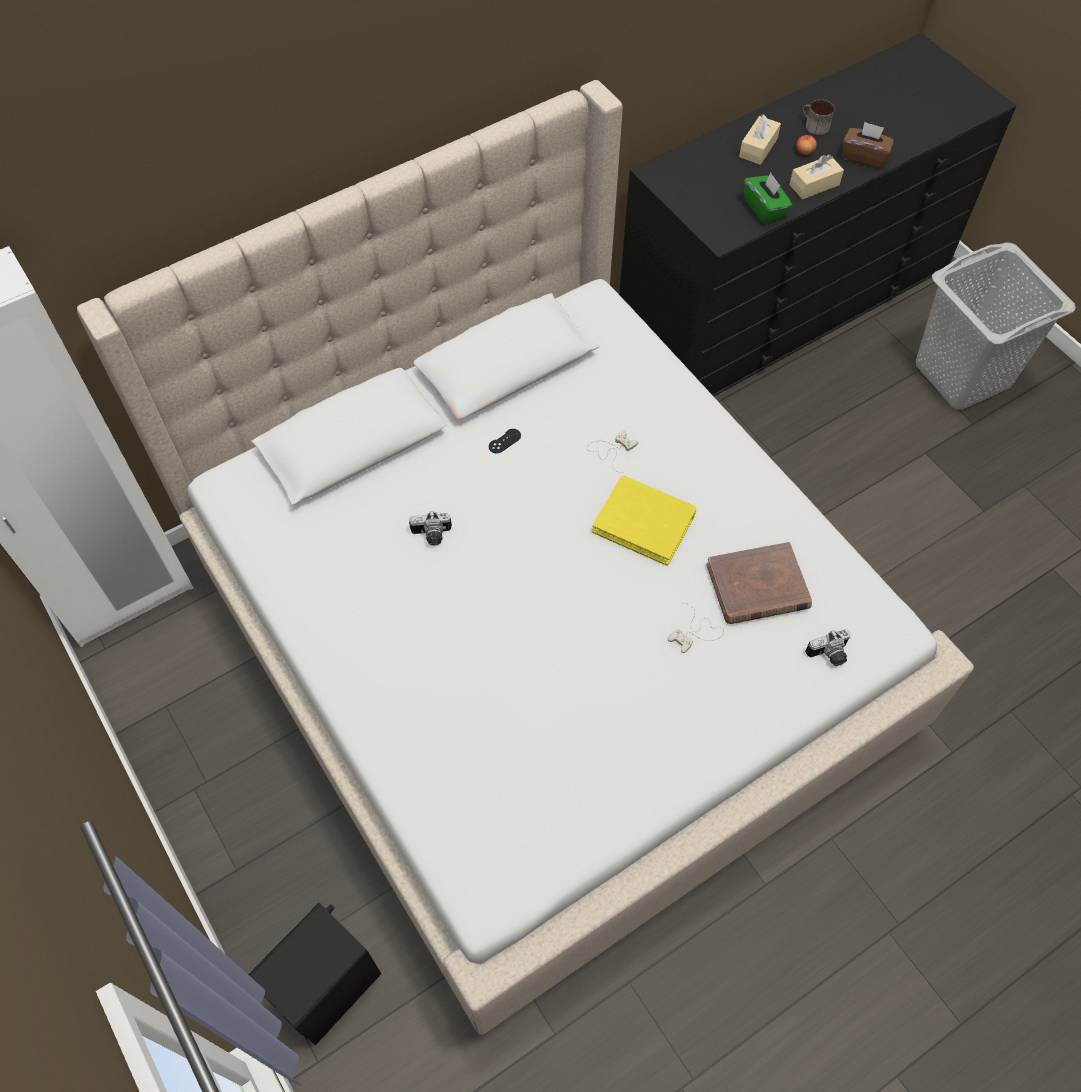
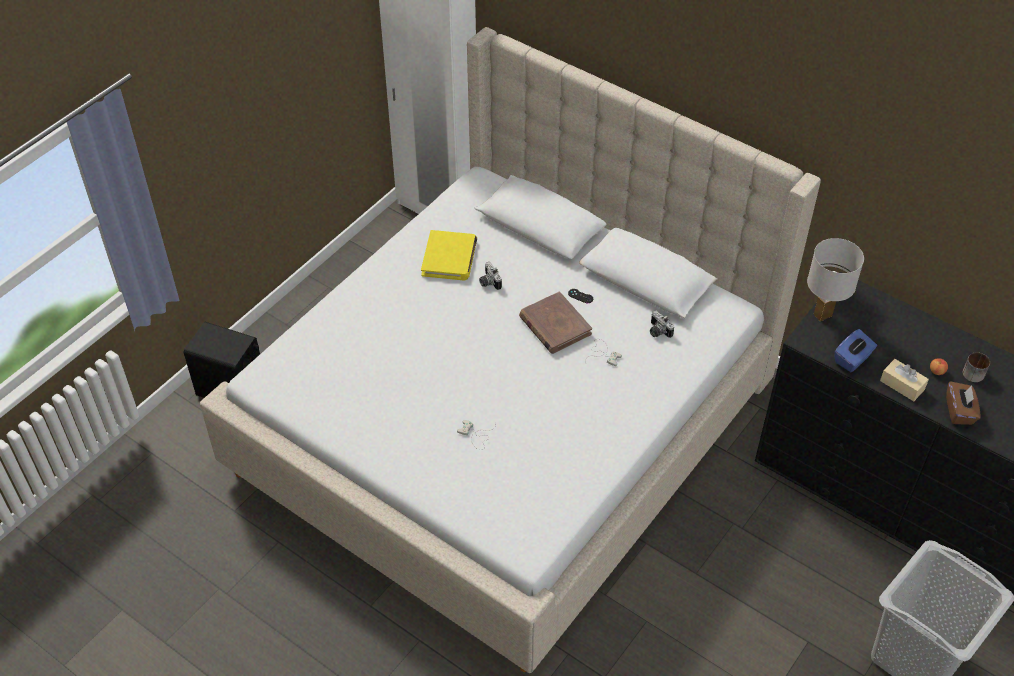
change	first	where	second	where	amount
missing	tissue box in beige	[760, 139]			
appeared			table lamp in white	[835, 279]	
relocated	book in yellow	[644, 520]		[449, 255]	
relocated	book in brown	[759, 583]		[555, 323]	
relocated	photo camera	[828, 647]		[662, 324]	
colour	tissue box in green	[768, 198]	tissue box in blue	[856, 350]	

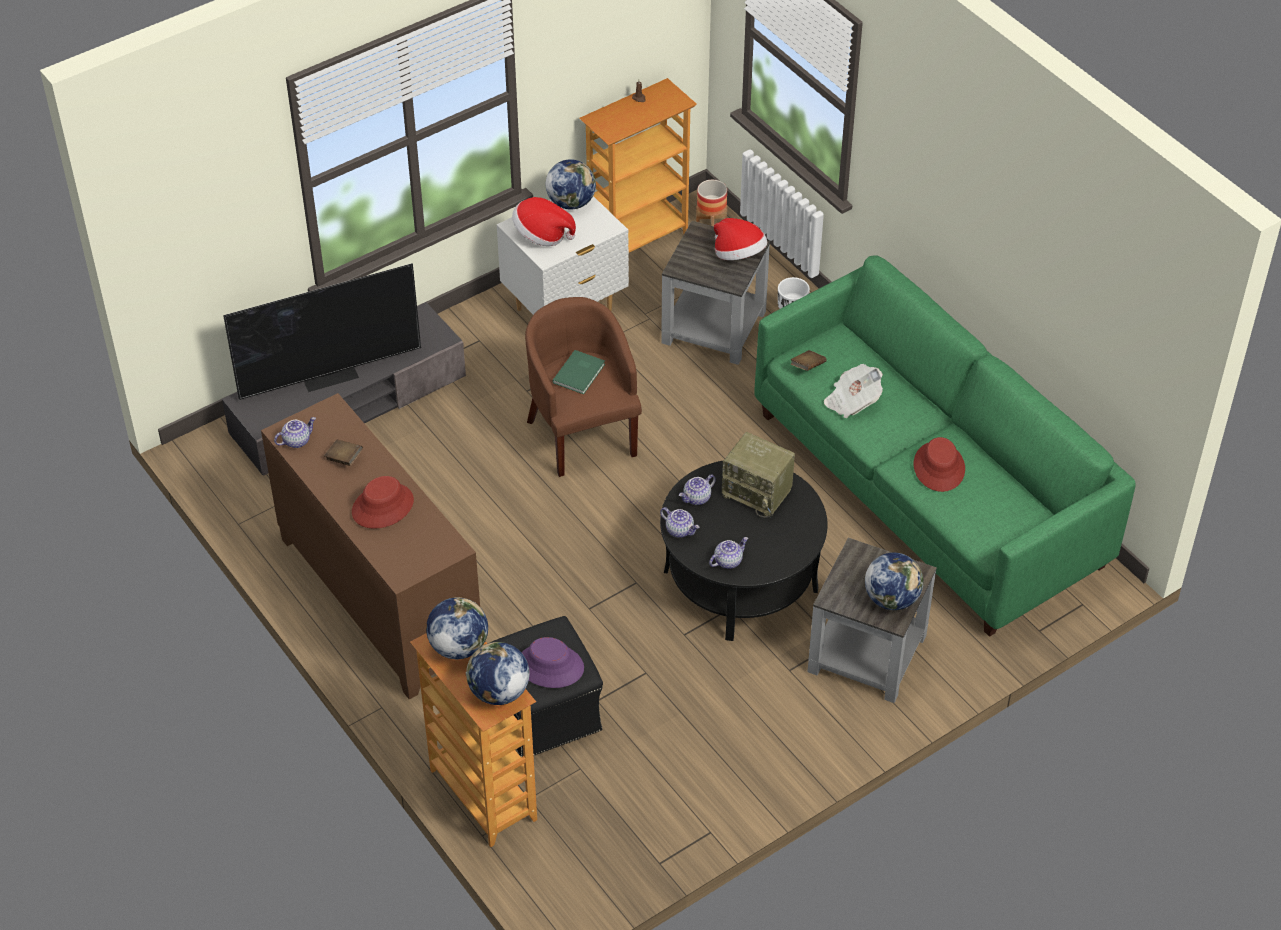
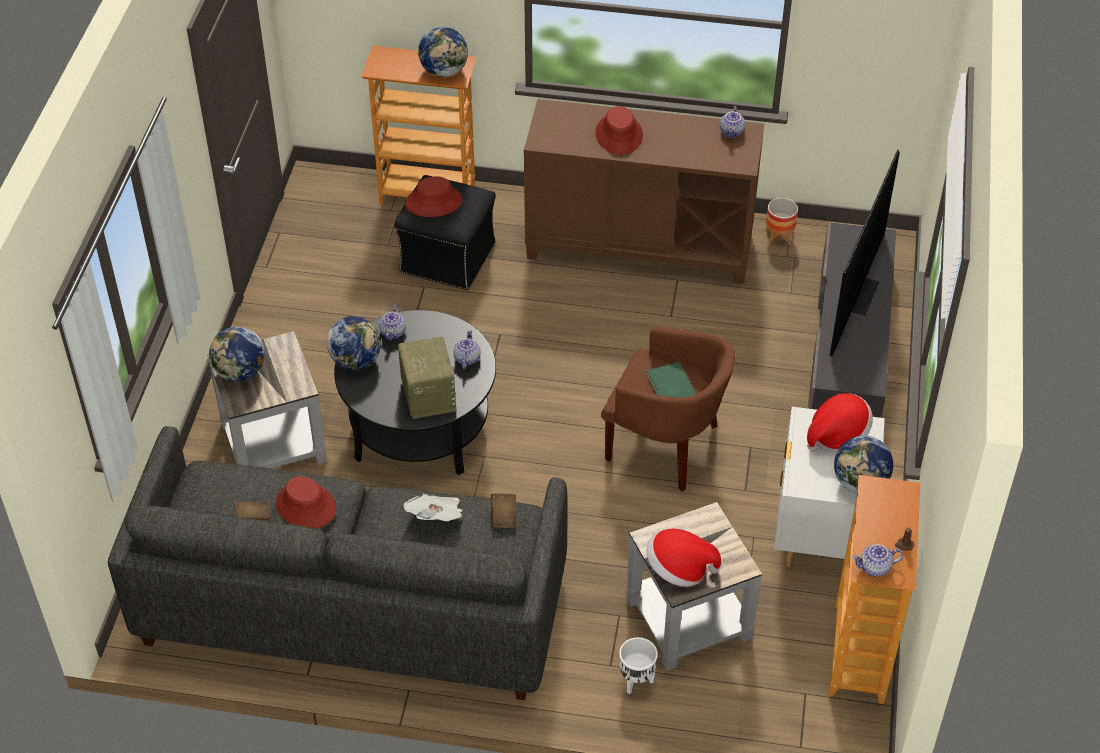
change	first	where	second	where	amount
relocated	book in brown	[343, 452]		[252, 511]	
relocated	globe	[497, 673]		[354, 343]	
relocated	teapot	[680, 522]		[877, 560]	
relocated	planter	[711, 203]		[782, 222]	
colour	hat in purple	[553, 662]	hat in red	[433, 196]	
colour	sofa in green	[945, 446]	sofa in grey	[338, 563]	
spun	radio	[758, 474]		[427, 378]	90 degrees clockwise

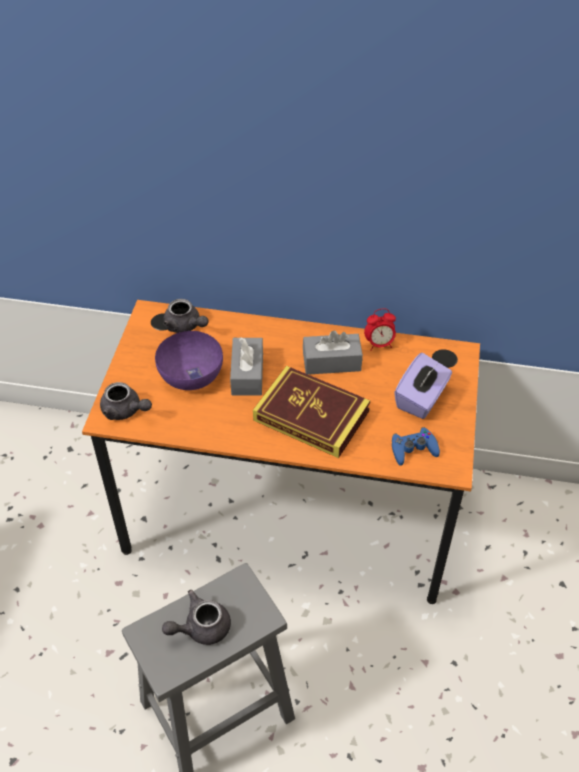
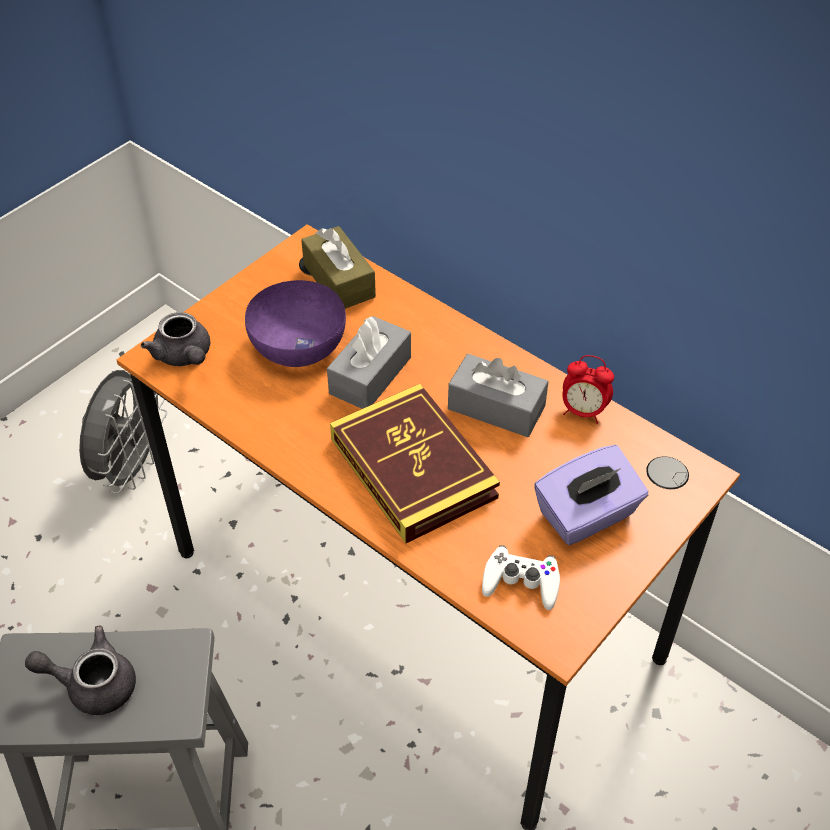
change	first	where	second	where	amount
appeared			fan in grey	[123, 432]	
exchanged	teapot in grey	[186, 316]	tissue box in brown	[338, 267]	
colour	game controller in blue	[416, 446]	game controller in white	[521, 577]	

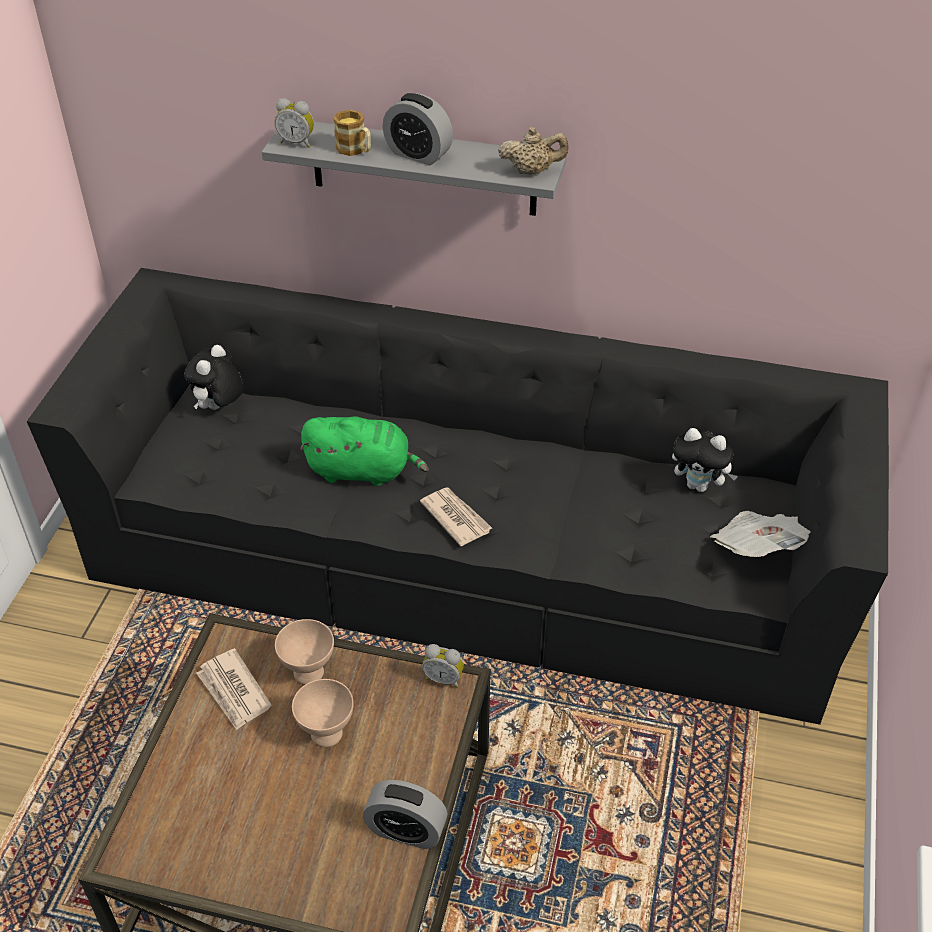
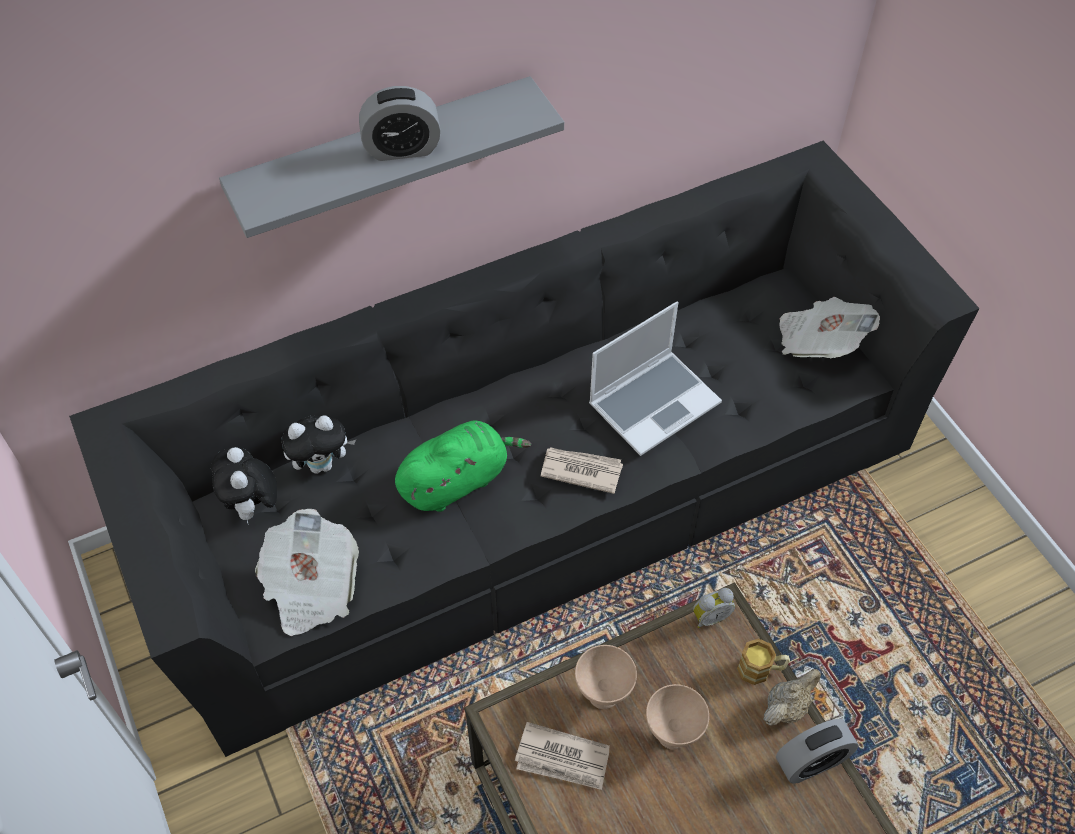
change	first	where	second	where	amount
missing	alarm clock	[294, 123]			
appeared			newspaper	[307, 572]	
appeared			laptop	[655, 378]	
relocated	mug	[352, 133]		[763, 661]	
relocated	teapot in beige	[533, 151]		[792, 697]	
relocated	plush toy	[705, 460]		[318, 444]	

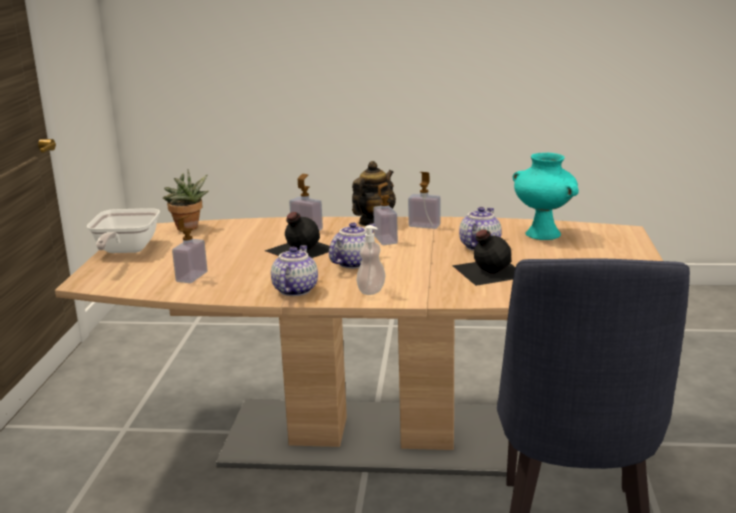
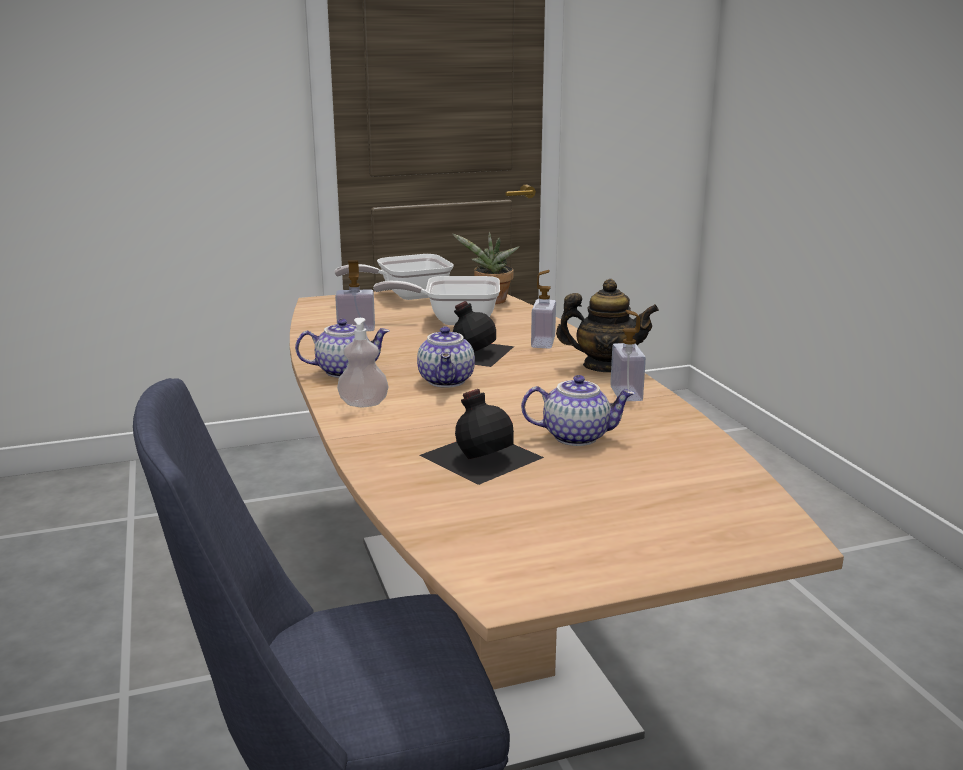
change	first	where	second	where	amount
missing	soap dispenser	[385, 213]			
missing	vase in turquoise	[546, 196]			
appeared			frying pan	[436, 300]	
spun	teapot	[352, 246]		[446, 357]	75 degrees clockwise

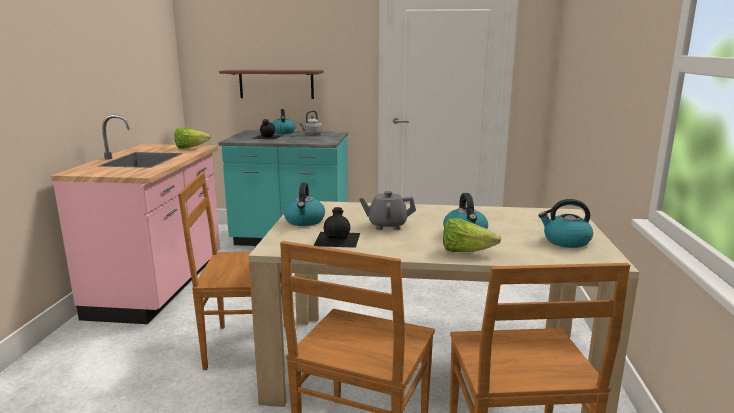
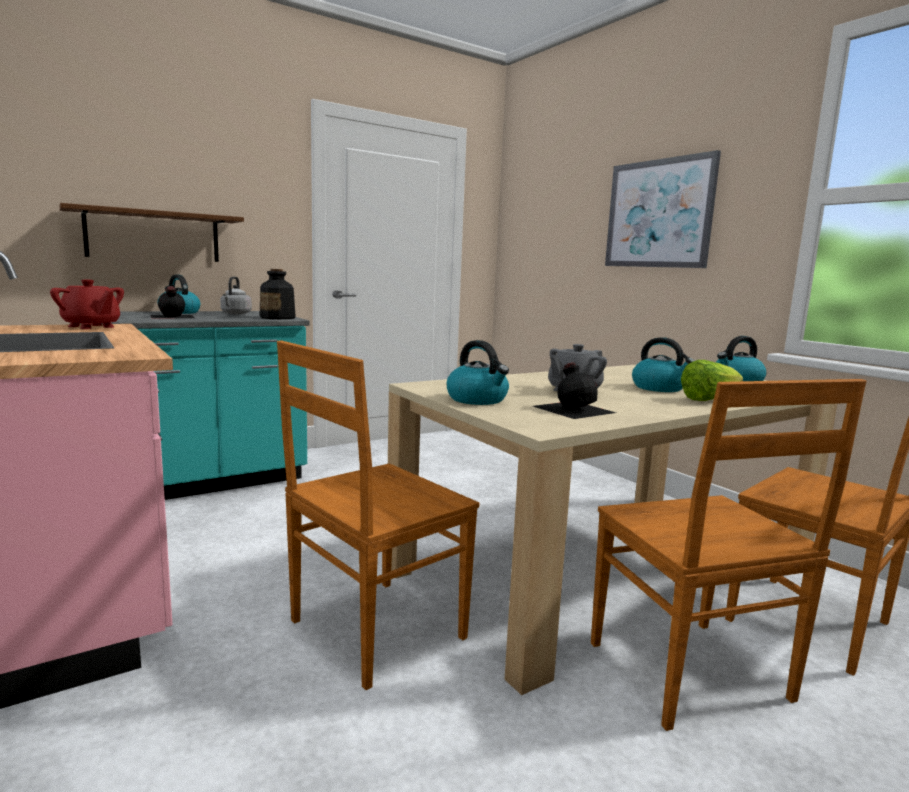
change	first	where	second	where	amount
appeared			bottle	[278, 294]	
appeared			picture	[663, 209]	
exchanged	lettuce	[192, 138]	teapot in red	[87, 304]	

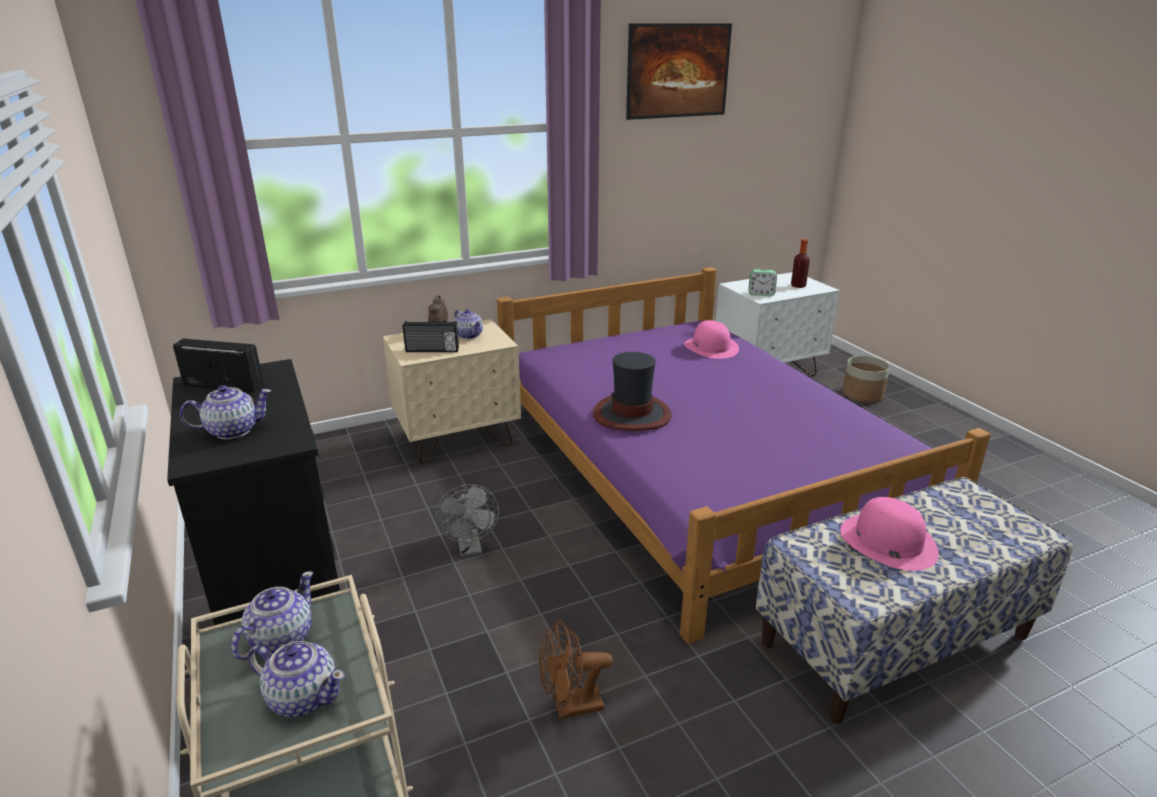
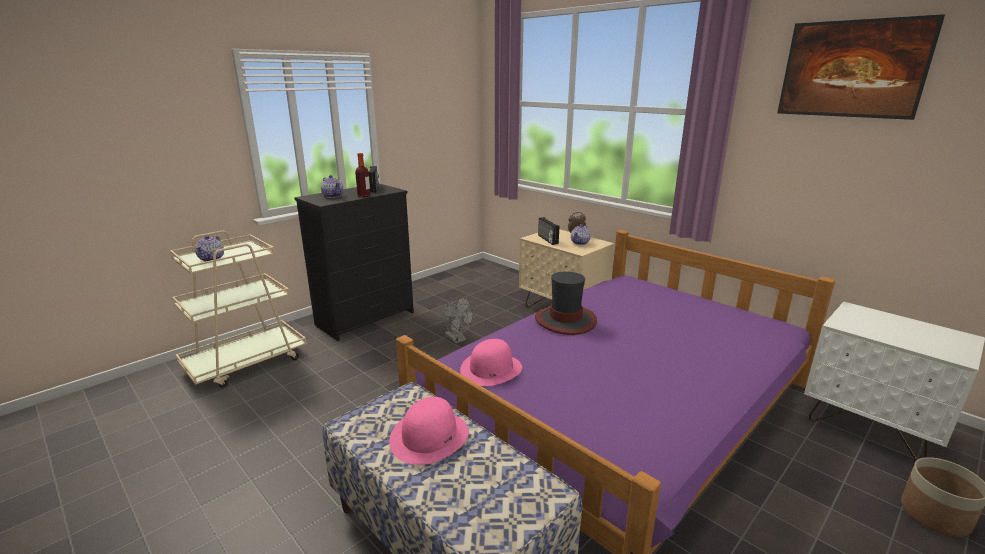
change	first	where	second	where	amount
missing	teapot	[272, 615]			
missing	fan in brown	[576, 669]			
missing	alarm clock	[763, 282]			
relocated	hat in pink	[711, 339]		[491, 362]	
relocated	bottle	[800, 263]		[363, 175]	
spun	fan in grey	[467, 520]		[458, 320]	90 degrees counterclockwise

